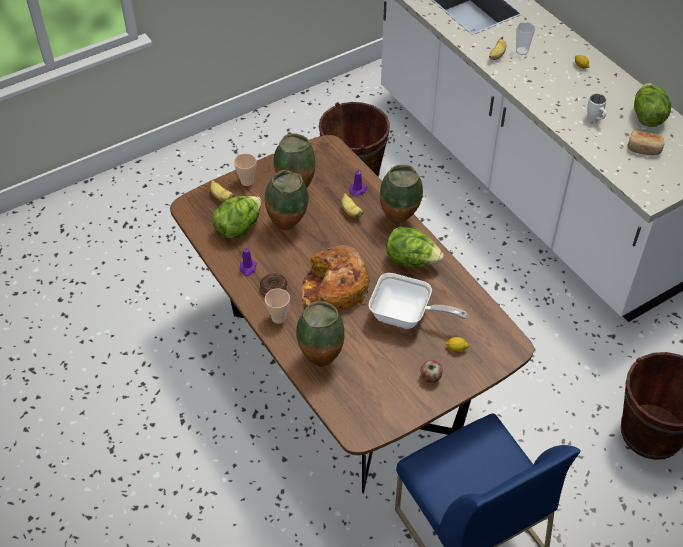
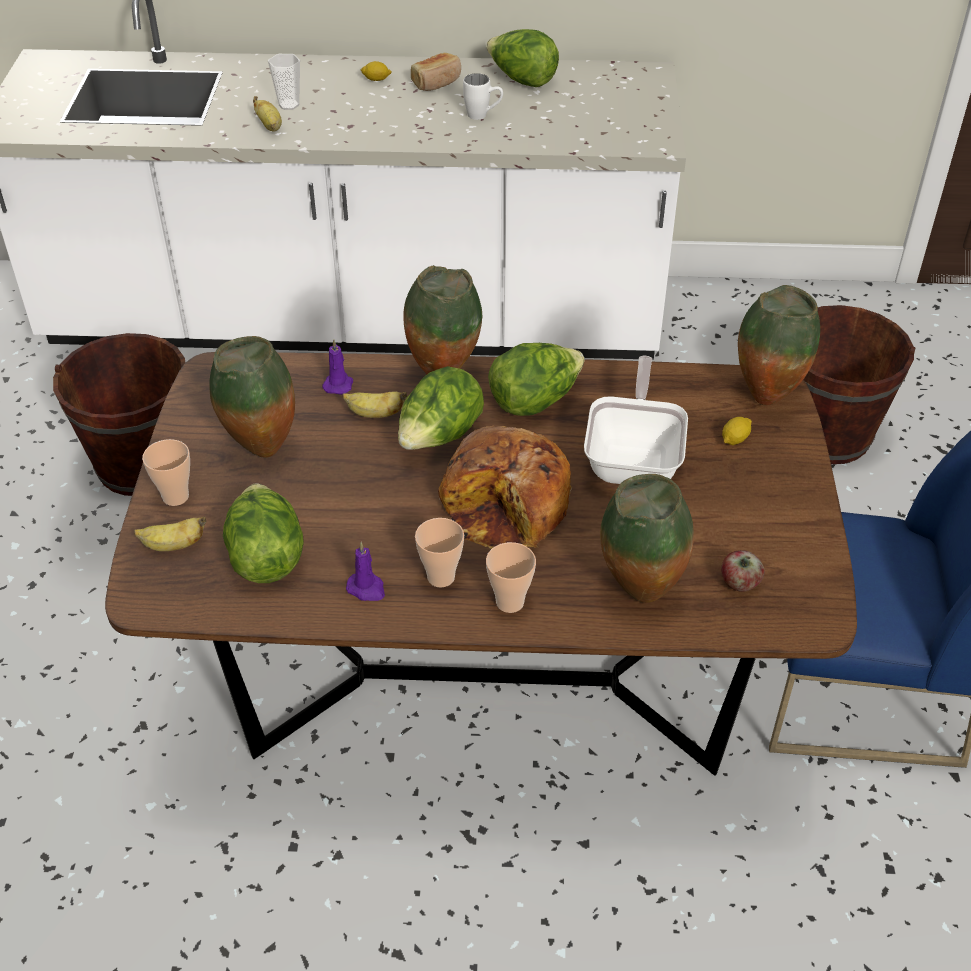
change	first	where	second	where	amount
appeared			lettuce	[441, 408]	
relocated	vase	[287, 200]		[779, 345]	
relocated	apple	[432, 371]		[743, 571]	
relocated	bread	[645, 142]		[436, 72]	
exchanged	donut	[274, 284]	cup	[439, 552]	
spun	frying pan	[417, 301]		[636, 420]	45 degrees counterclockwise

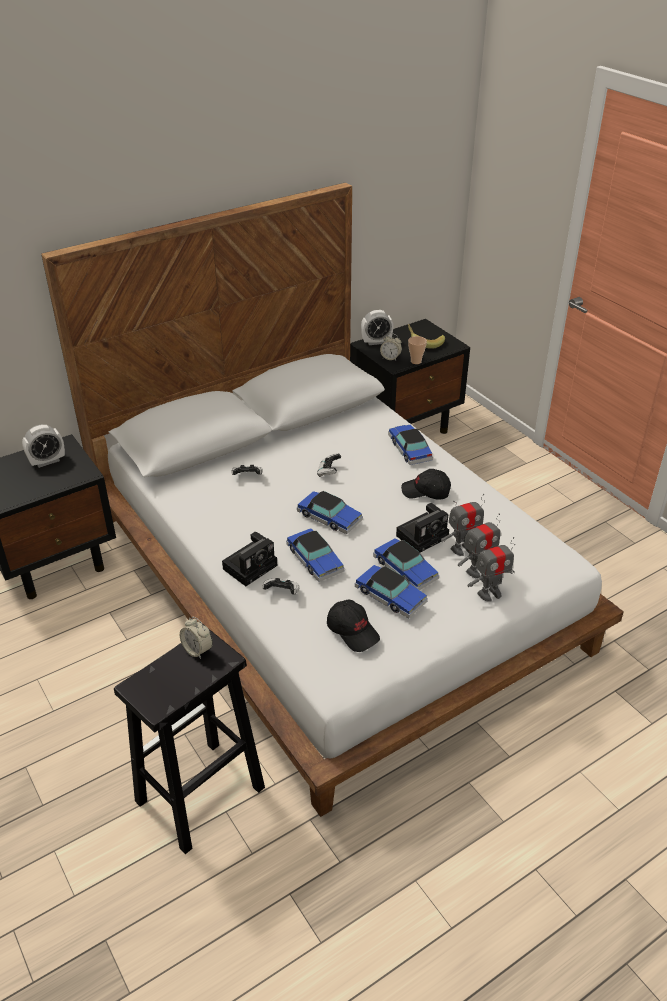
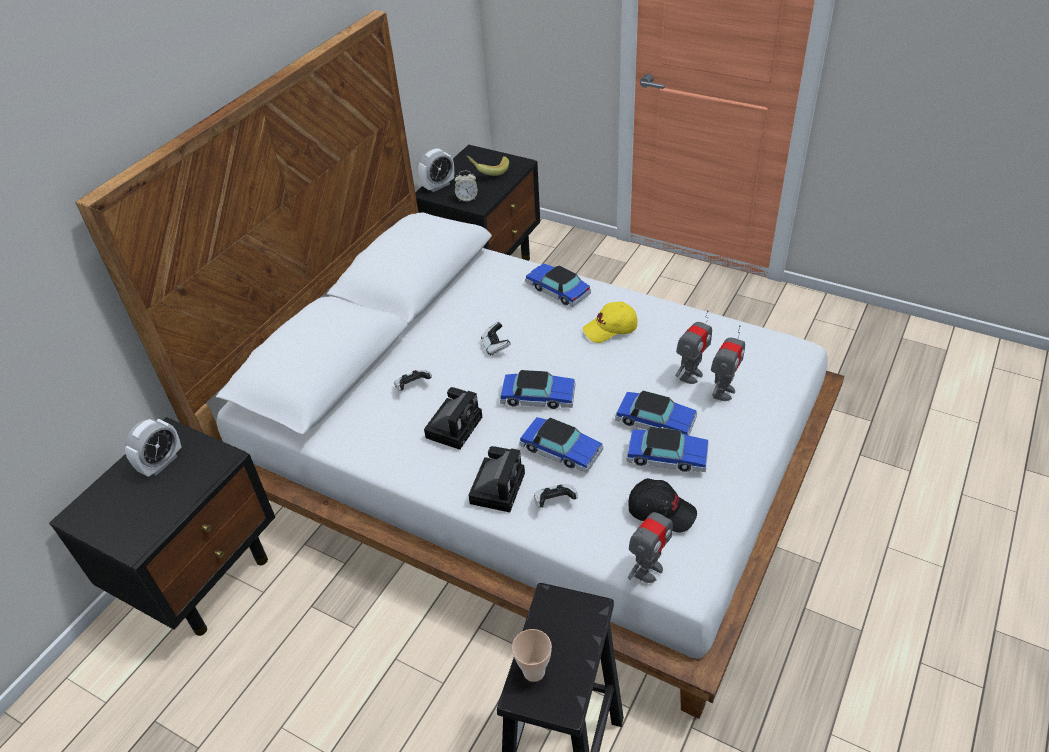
change	first	where	second	where	amount
missing	alarm clock	[196, 638]			
relocated	photo camera	[422, 528]		[453, 418]	
relocated	cup	[417, 350]		[532, 655]	
relocated	toy robot	[491, 569]		[650, 542]	
colour	cap in black	[426, 484]	cap in yellow	[610, 322]	

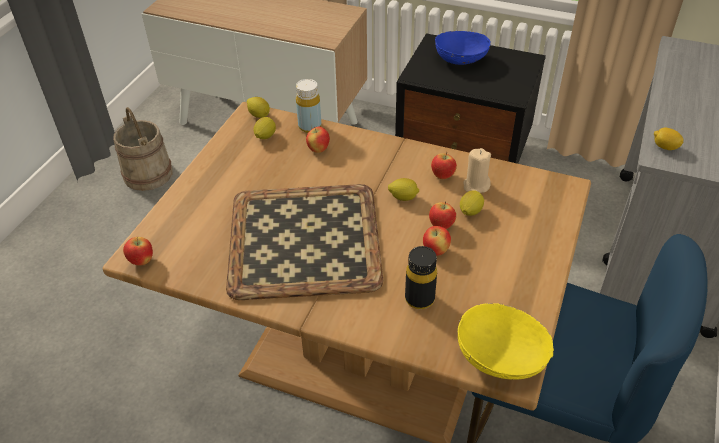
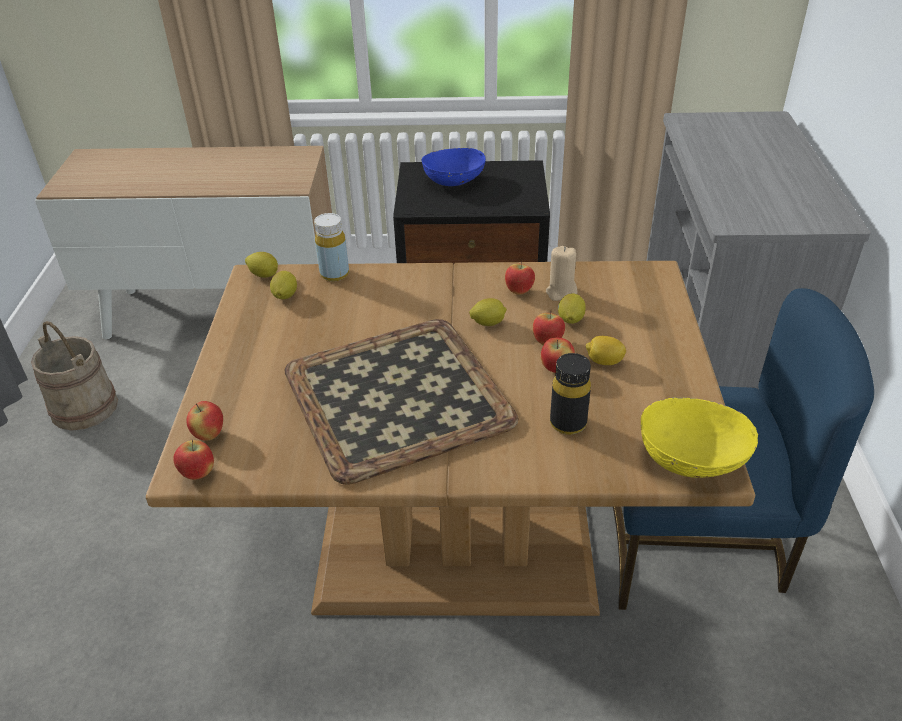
change	first	where	second	where	amount
relocated	apple	[318, 139]		[204, 421]	
relocated	lemon	[668, 139]		[606, 350]	

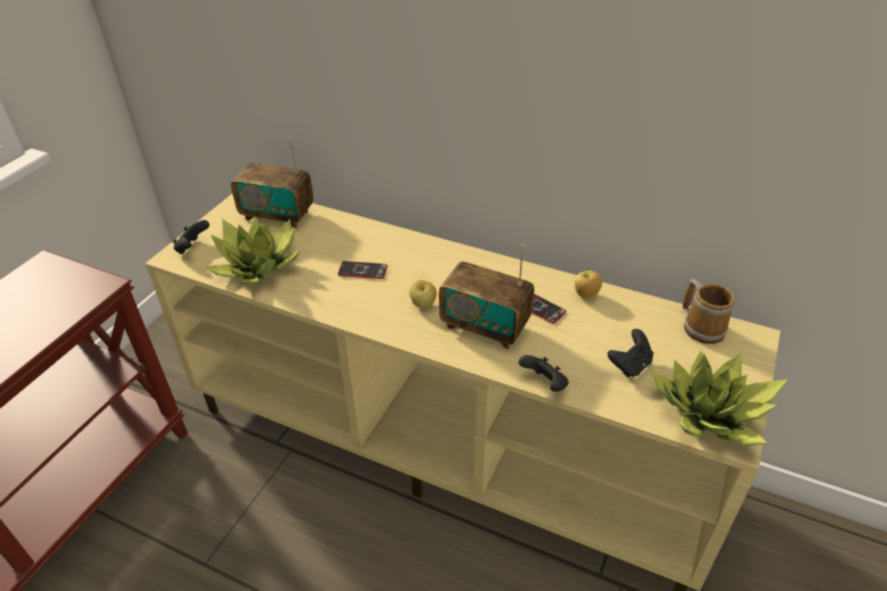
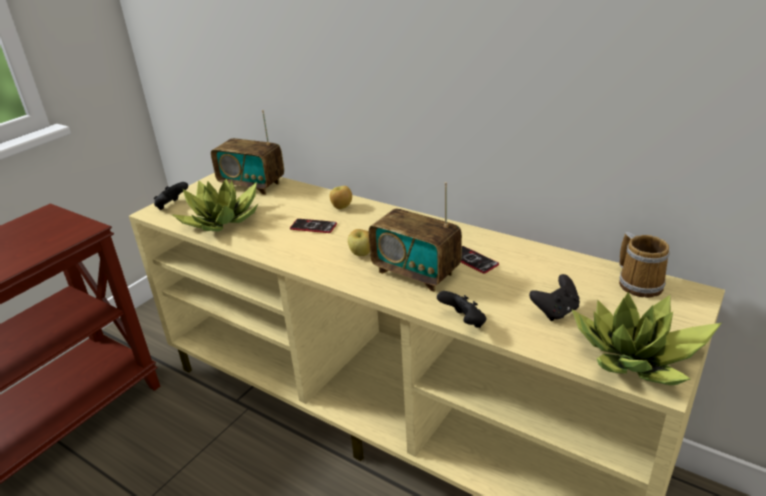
change	first	where	second	where	amount
relocated	apple	[588, 284]		[341, 197]	

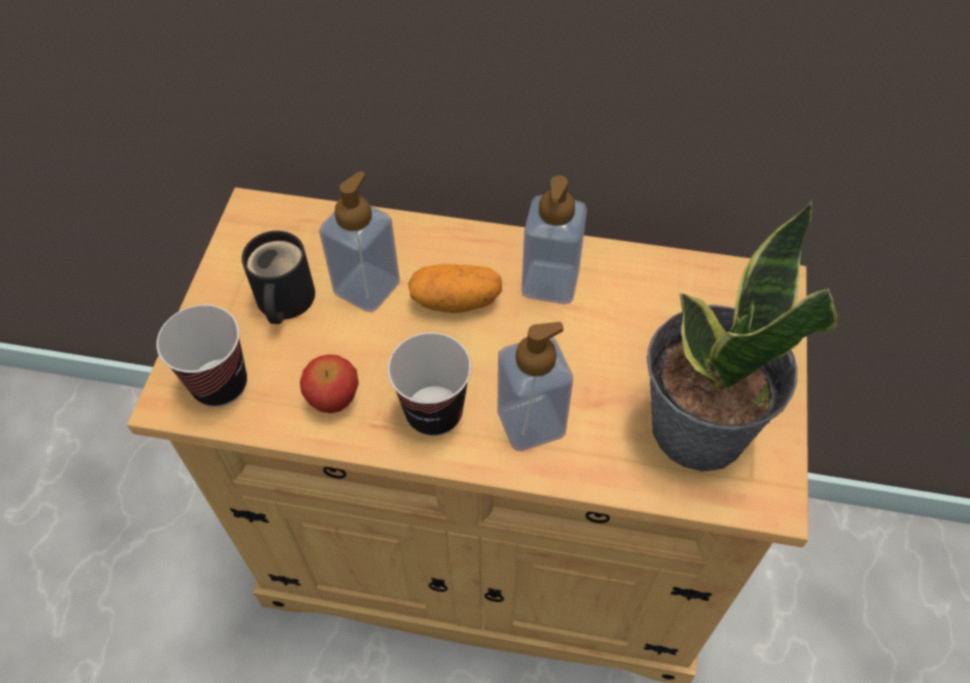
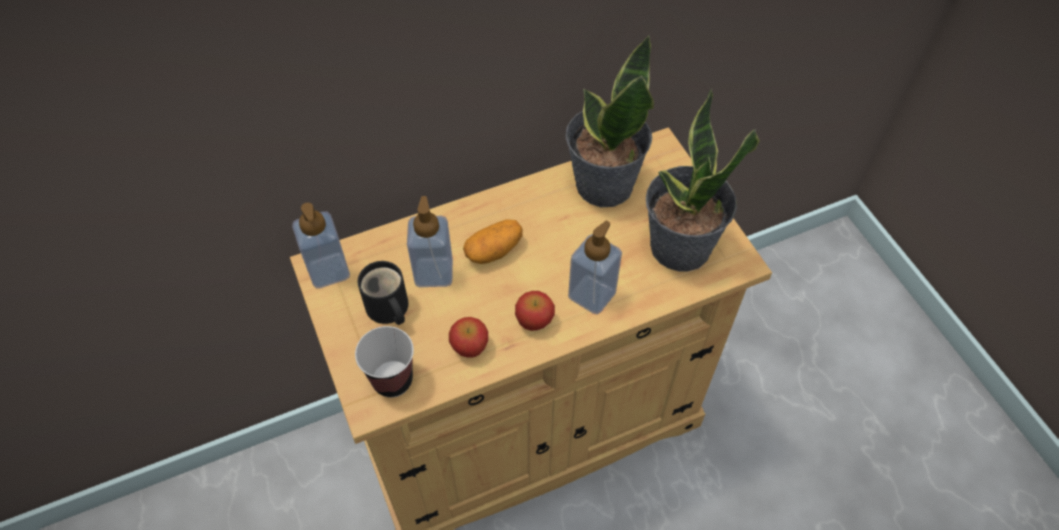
change	first	where	second	where	amount
appeared			potted plant	[610, 121]	
relocated	soap dispenser	[554, 239]		[321, 245]	
exchanged	cup	[429, 384]	apple	[535, 311]	

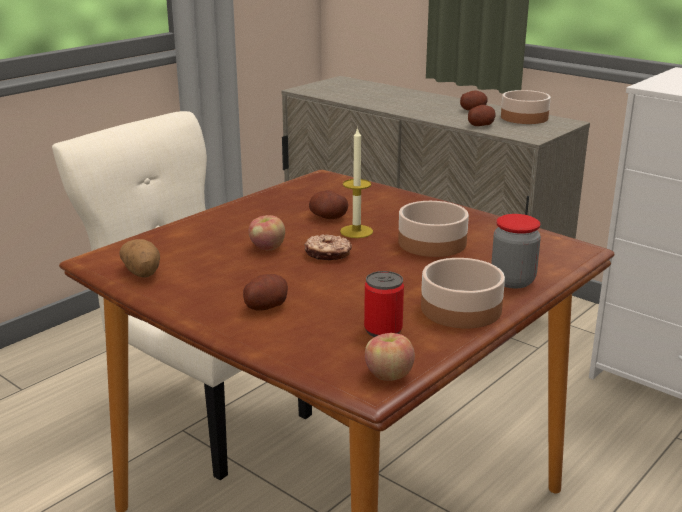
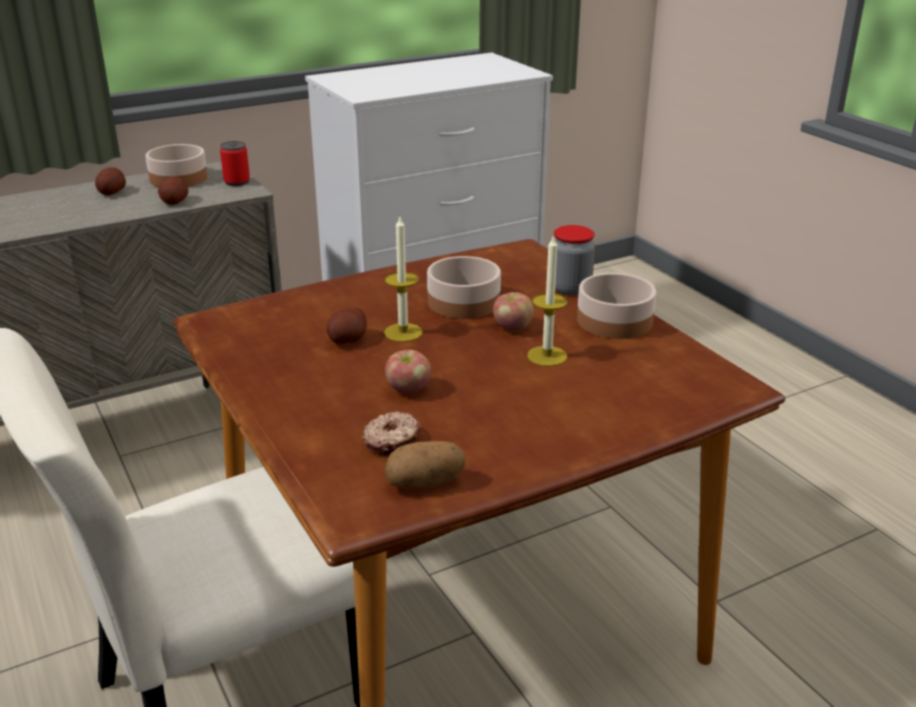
change	first	where	second	where	amount
missing	potato	[265, 292]			
appeared			candle	[547, 300]	
relocated	donut	[328, 247]		[391, 433]	
relocated	can	[384, 304]		[235, 163]	
relocated	apple	[390, 357]		[513, 311]	

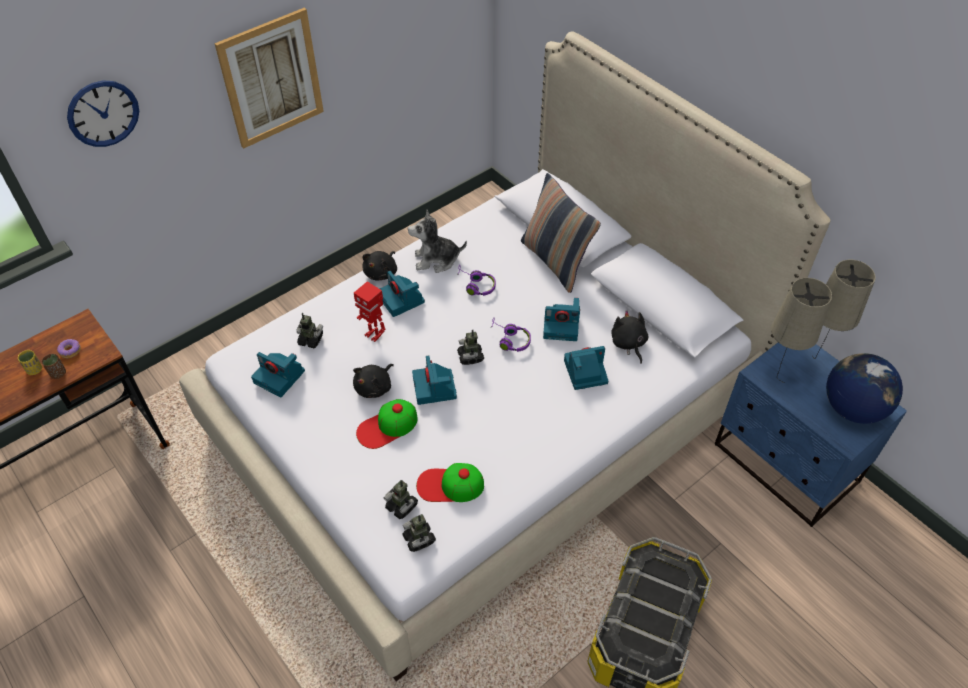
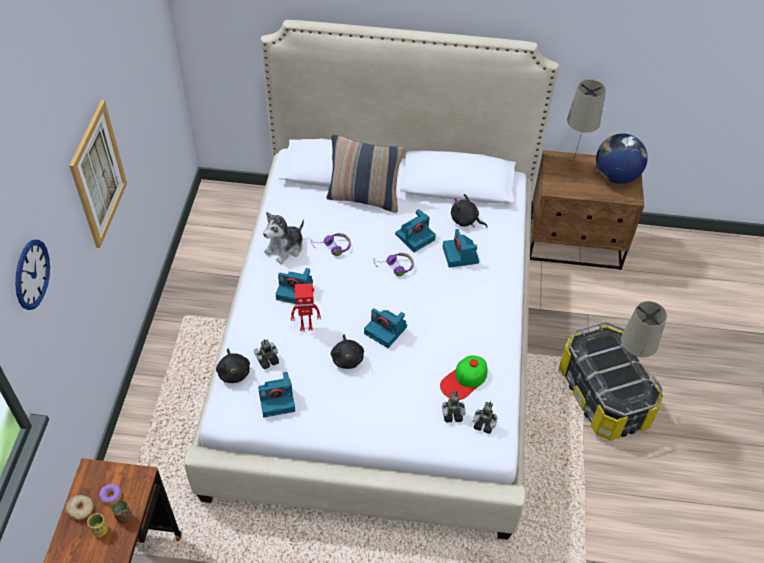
change	first	where	second	where	amount
missing	cap	[387, 424]			
missing	toy robot	[470, 347]			
appeared			donut	[79, 507]	
relocated	plush toy in black	[379, 266]		[233, 366]	
relocated	table lamp in beige	[801, 330]		[644, 338]	
colour	nightstand in blue	[811, 434]	nightstand in brown	[587, 210]	
spun	photo camera	[586, 368]		[461, 248]	45 degrees counterclockwise

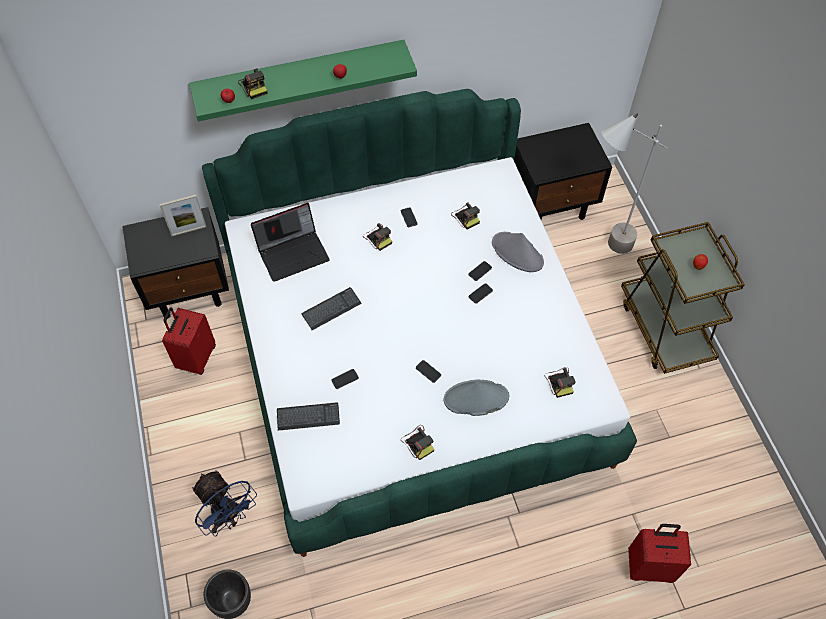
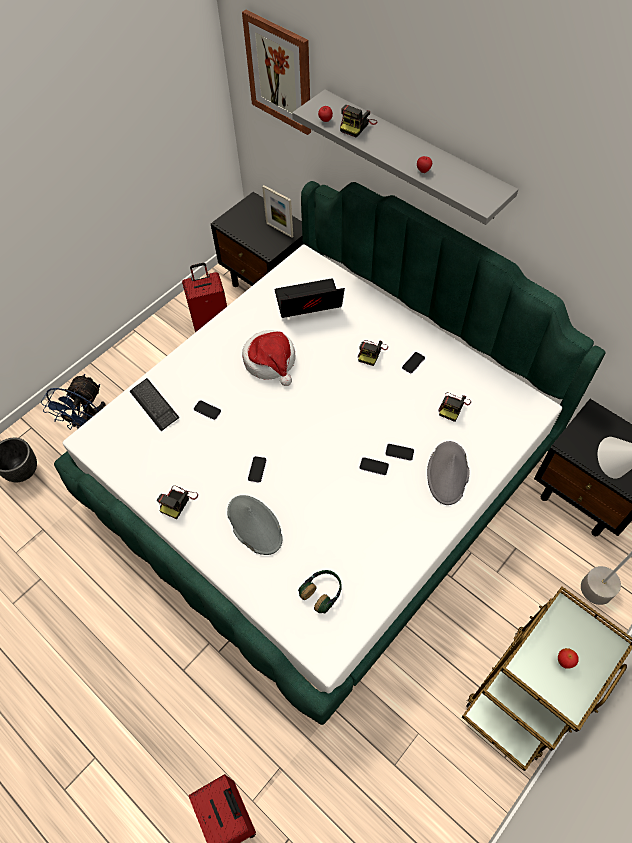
change	first	where	second	where	amount
appeared			picture	[276, 72]	
exchanged	keyboard	[331, 308]	hat	[269, 358]	
exchanged	photo camera	[560, 382]	headphones	[320, 591]	
colour	shelf in green	[303, 80]	shelf in grey	[405, 157]	
spun	laptop	[290, 242]		[310, 298]	135 degrees clockwise

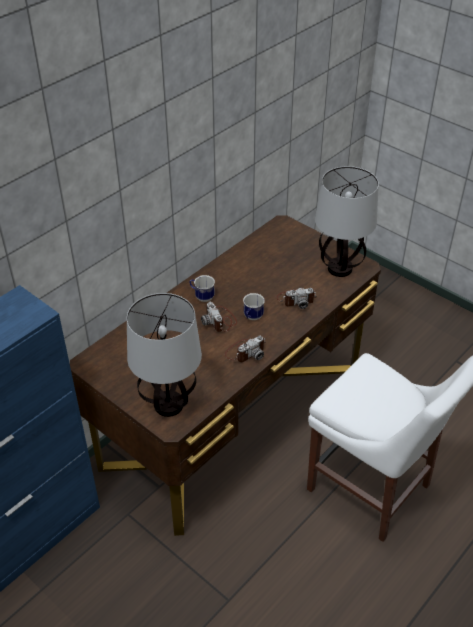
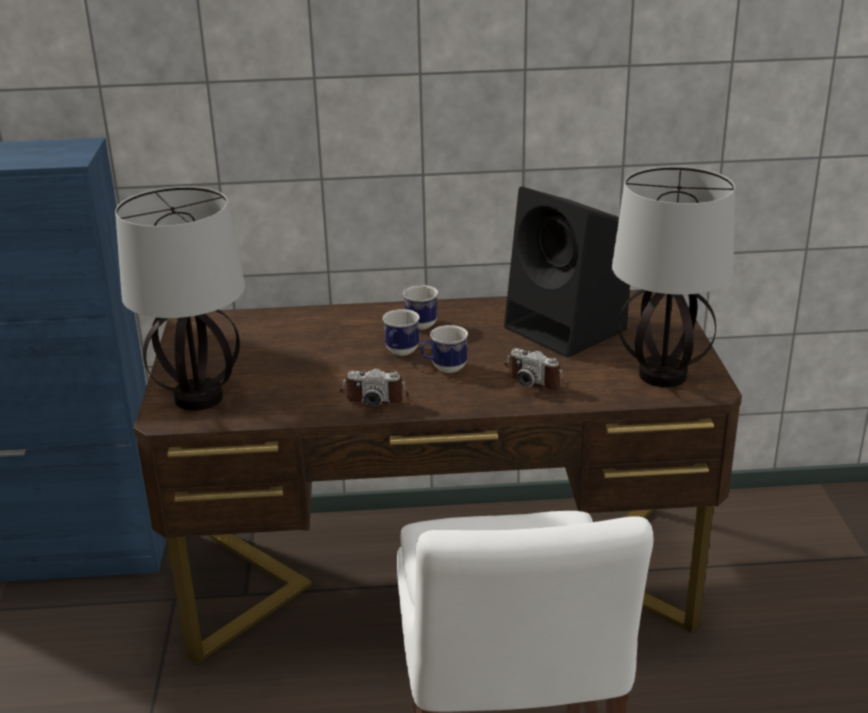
change	first	where	second	where	amount
appeared			speaker in black	[567, 272]	
exchanged	photo camera	[219, 317]	mug	[401, 332]	

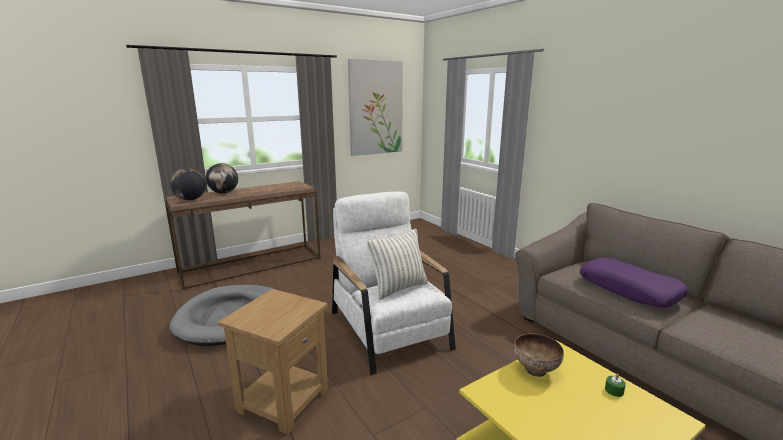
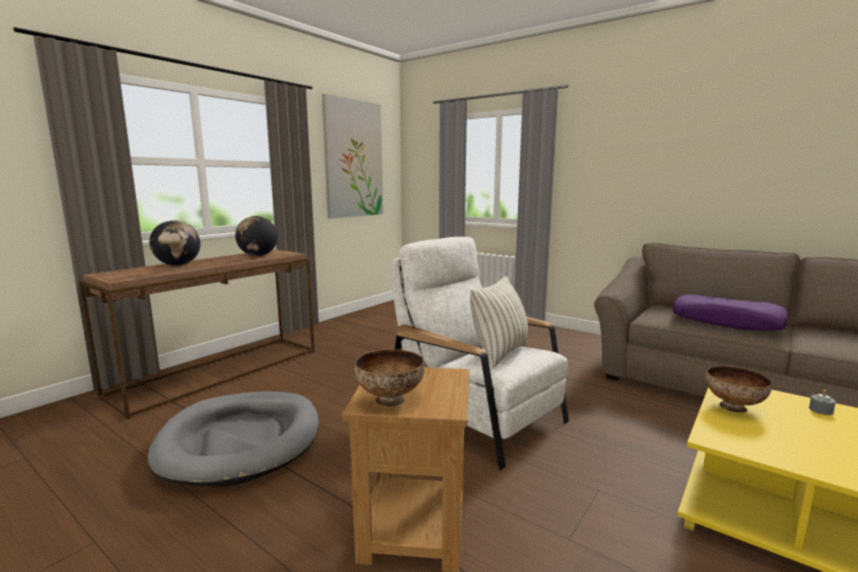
change	first	where	second	where	amount
appeared			bowl	[389, 378]	
relocated	globe	[188, 184]		[256, 236]	
colour	candle in green	[615, 385]	candle in grey	[822, 402]	

